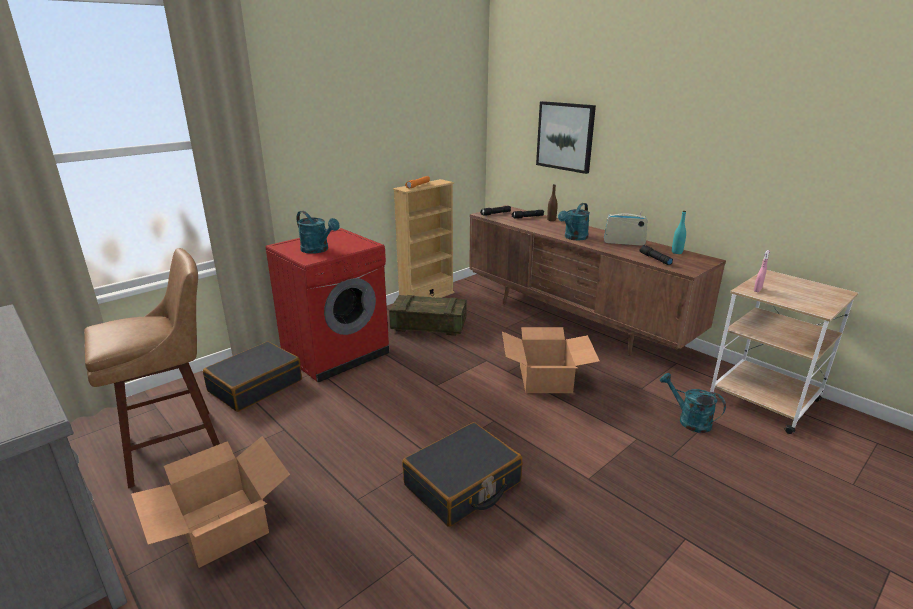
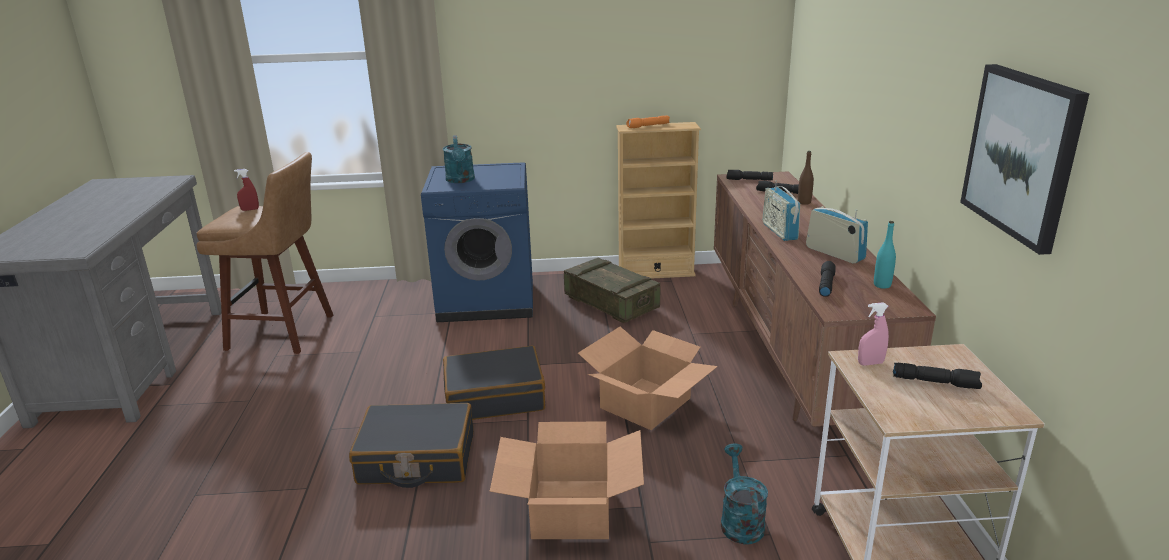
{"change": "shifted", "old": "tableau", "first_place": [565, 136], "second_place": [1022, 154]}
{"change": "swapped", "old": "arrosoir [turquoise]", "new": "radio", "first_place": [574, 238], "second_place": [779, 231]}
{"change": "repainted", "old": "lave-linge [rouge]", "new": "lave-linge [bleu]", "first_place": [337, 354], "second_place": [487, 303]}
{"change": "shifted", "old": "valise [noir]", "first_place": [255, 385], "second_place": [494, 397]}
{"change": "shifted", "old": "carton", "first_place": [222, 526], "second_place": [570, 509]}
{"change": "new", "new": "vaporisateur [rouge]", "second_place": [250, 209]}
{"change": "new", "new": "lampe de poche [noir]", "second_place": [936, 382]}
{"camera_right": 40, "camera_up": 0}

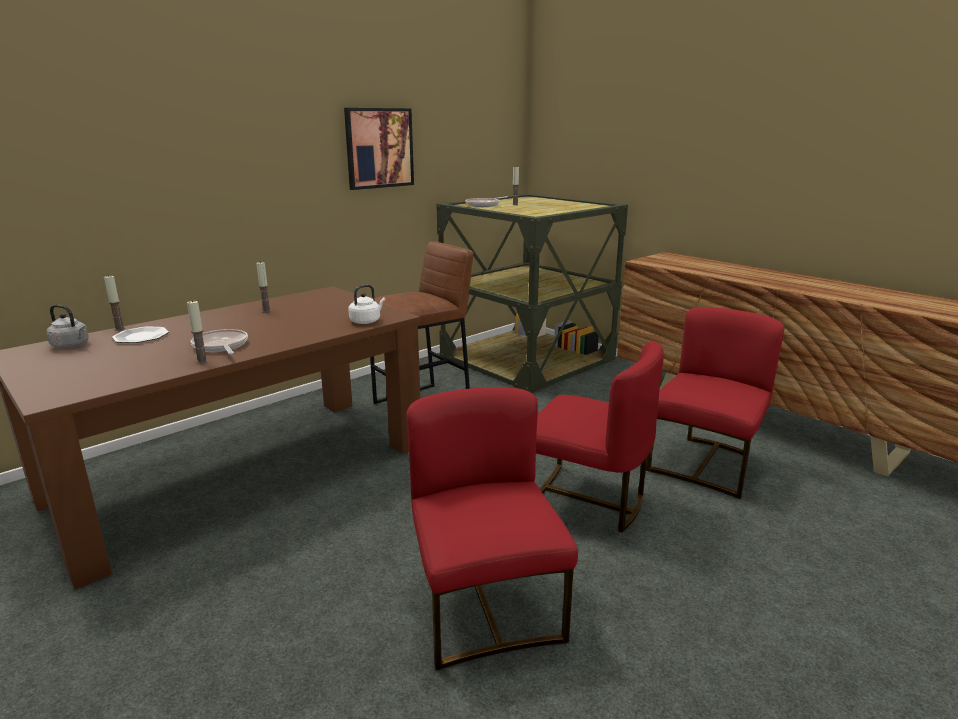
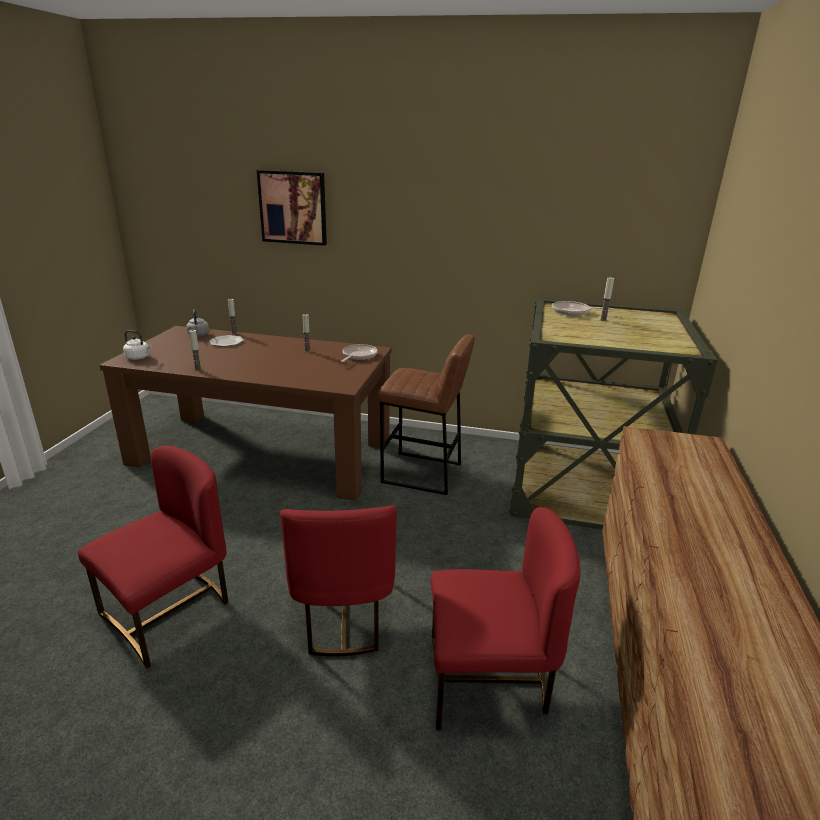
{"change": "shifted", "old": "tableau", "first_place": [379, 148], "second_place": [293, 207]}
{"change": "shifted", "old": "bouilloire [blanc]", "first_place": [366, 321], "second_place": [139, 357]}
{"change": "shifted", "old": "poêle", "first_place": [221, 346], "second_place": [358, 356]}
{"camera_right": 55, "camera_up": 5}

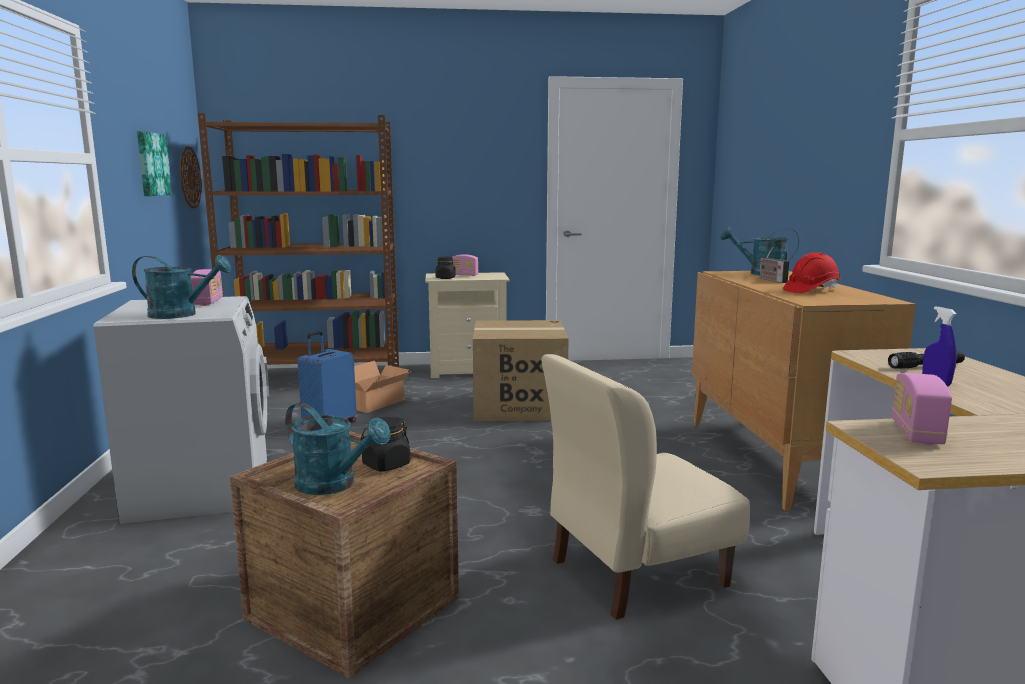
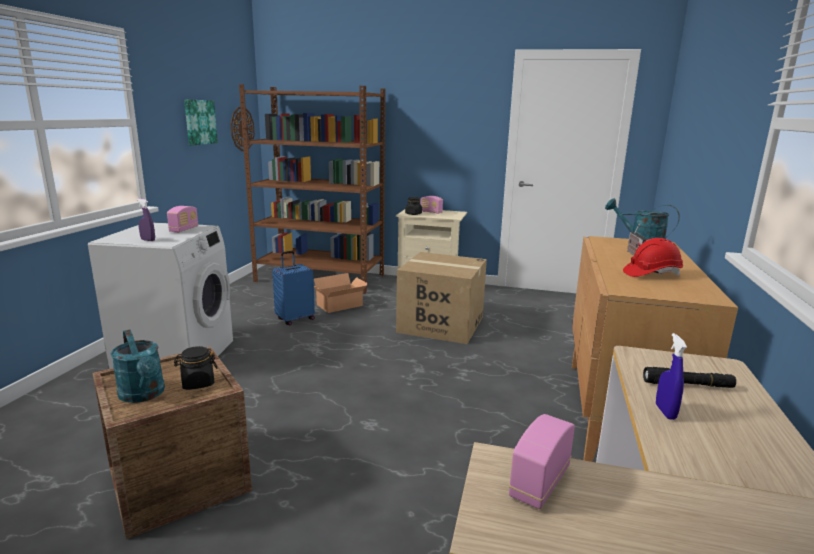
{"change": "swapped", "old": "arrosoir [turquoise]", "new": "vaporisateur [violet]", "first_place": [181, 315], "second_place": [148, 240]}
{"change": "gone", "old": "chaise [beige]", "first_place": [636, 572]}
{"camera_right": 20, "camera_up": 5}

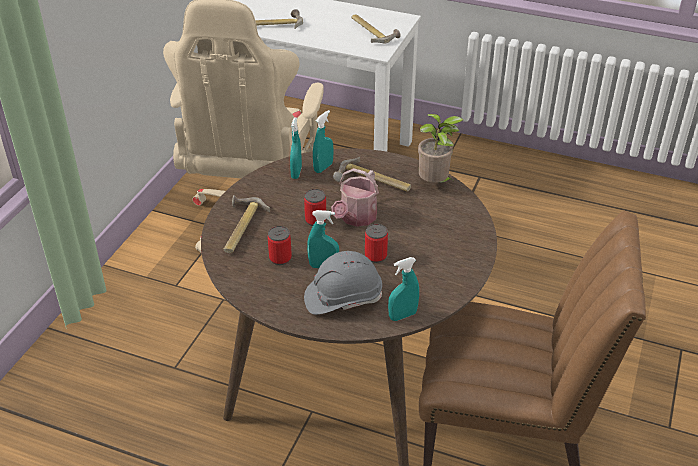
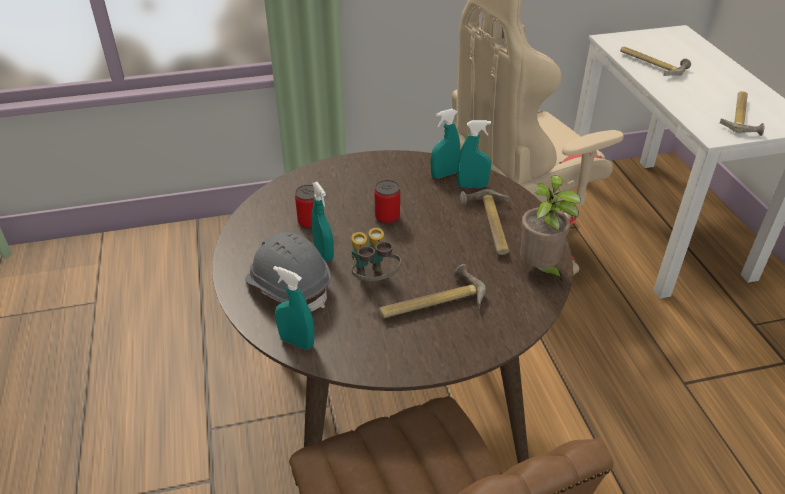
{"change": "gone", "old": "arrosoir", "first_place": [356, 218]}
{"change": "shifted", "old": "marteau", "first_place": [239, 228], "second_place": [431, 301]}
{"change": "swapped", "old": "boîte métallique", "new": "jumelles", "first_place": [375, 256], "second_place": [373, 280]}
{"camera_right": 55, "camera_up": 0}

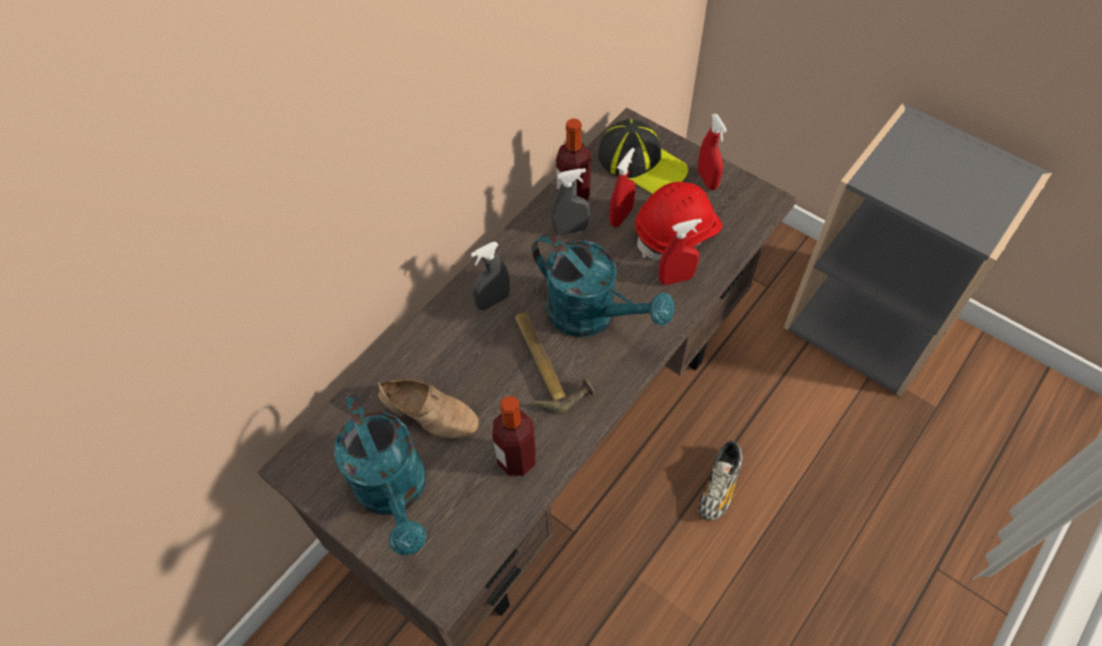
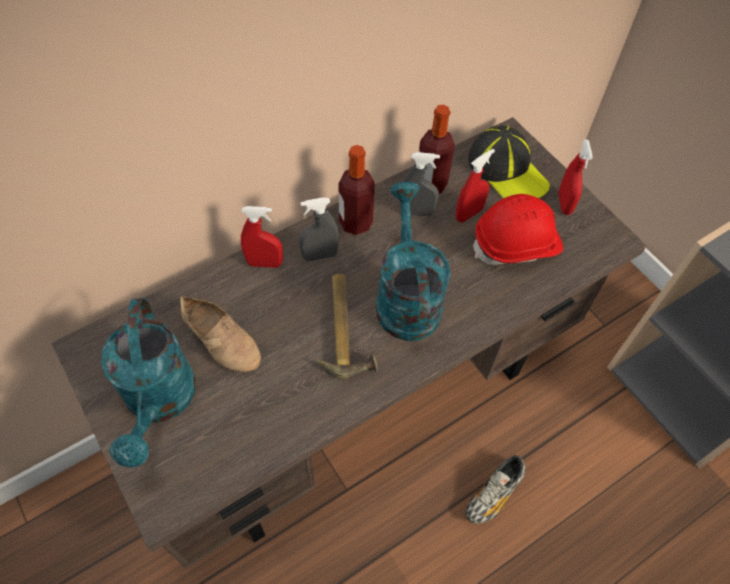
{"change": "shifted", "old": "vaporisateur [rouge]", "first_place": [676, 278], "second_place": [264, 263]}
{"change": "rotated", "old": "arrosoir [turquoise]", "first_place": [593, 315], "second_place": [406, 297], "degrees": -150}
{"change": "shifted", "old": "bouteille", "first_place": [517, 459], "second_place": [355, 223]}
{"camera_right": 15, "camera_up": 0}

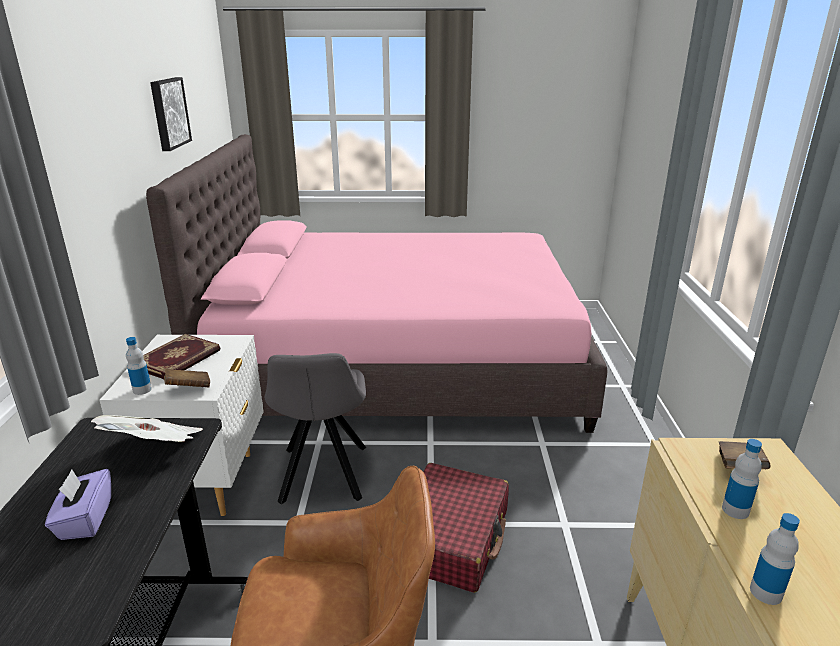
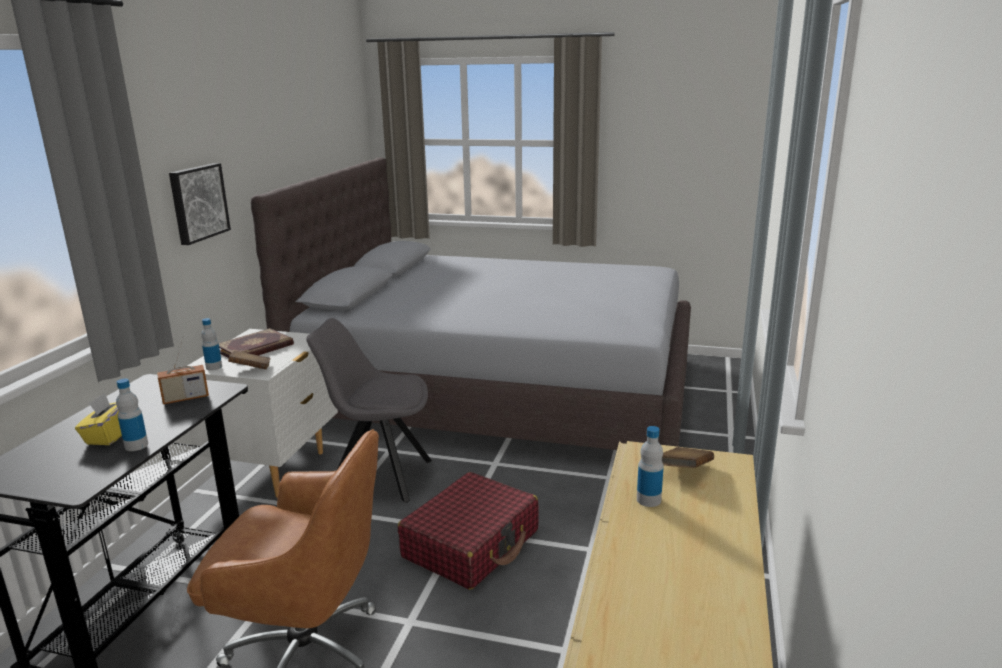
{"change": "shifted", "old": "tableau", "first_place": [168, 113], "second_place": [197, 202]}
{"change": "repainted", "old": "lit [rose]", "new": "lit [gris]", "first_place": [397, 363], "second_place": [499, 391]}
{"change": "rotated", "old": "chaise [gris]", "first_place": [323, 474], "second_place": [380, 476], "degrees": 90}
{"change": "swapped", "old": "journal", "new": "radio", "first_place": [155, 448], "second_place": [185, 398]}
{"change": "repainted", "old": "boîte à mouchoirs [violet]", "new": "boîte à mouchoirs [jaune]", "first_place": [85, 520], "second_place": [110, 435]}
{"change": "shifted", "old": "bouteille", "first_place": [765, 592], "second_place": [136, 445]}
{"camera_right": 15, "camera_up": -5}

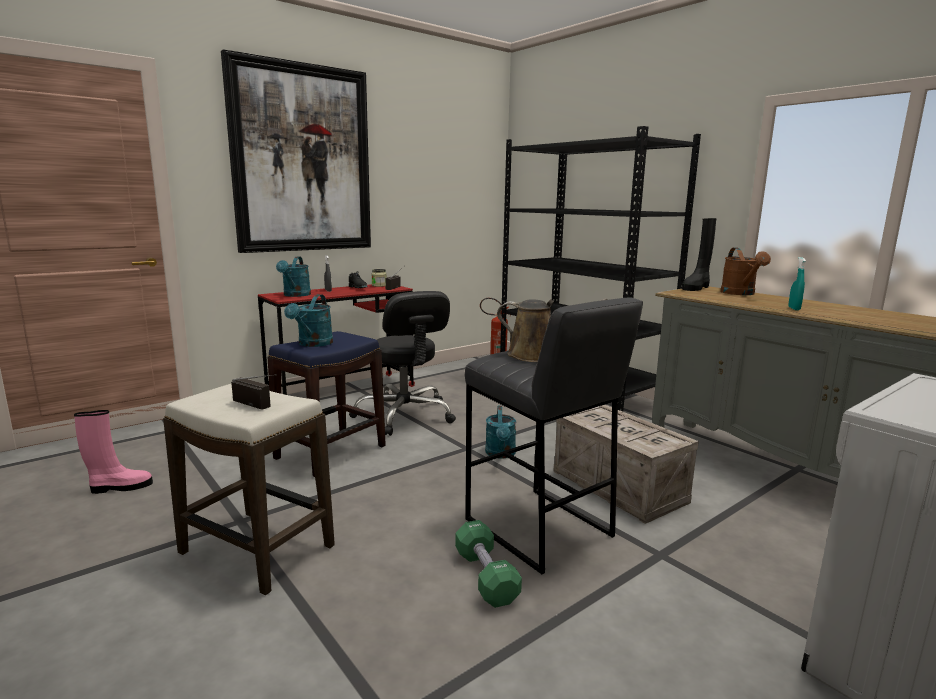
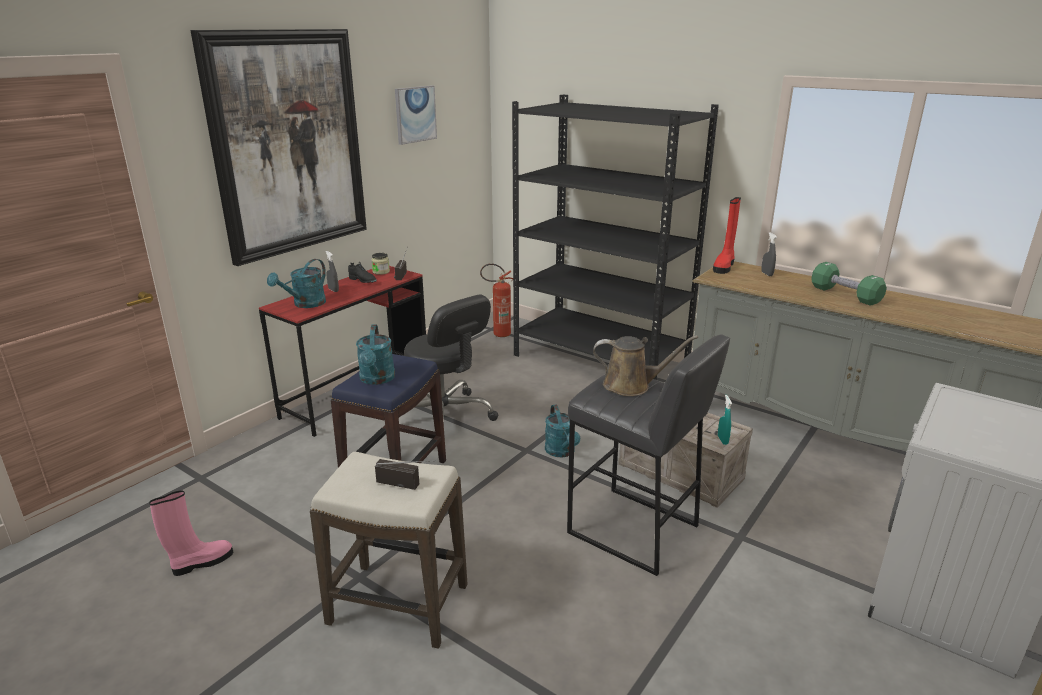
{"change": "repainted", "old": "botte [noir]", "new": "botte [rouge]", "first_place": [696, 288], "second_place": [724, 266]}
{"change": "swapped", "old": "arrosoir [marron]", "new": "vaporisateur [gris]", "first_place": [740, 293], "second_place": [766, 274]}
{"change": "rotated", "old": "arrosoir [turquoise]", "first_place": [295, 295], "second_place": [305, 304], "degrees": 45}
{"change": "shifted", "old": "vaporisateur [turquoise]", "first_place": [794, 308], "second_place": [722, 440]}
{"change": "shifted", "old": "haltère [vert]", "first_place": [486, 577], "second_place": [845, 295]}
{"change": "new", "new": "tableau", "second_place": [415, 114]}
{"camera_right": -15, "camera_up": 10}

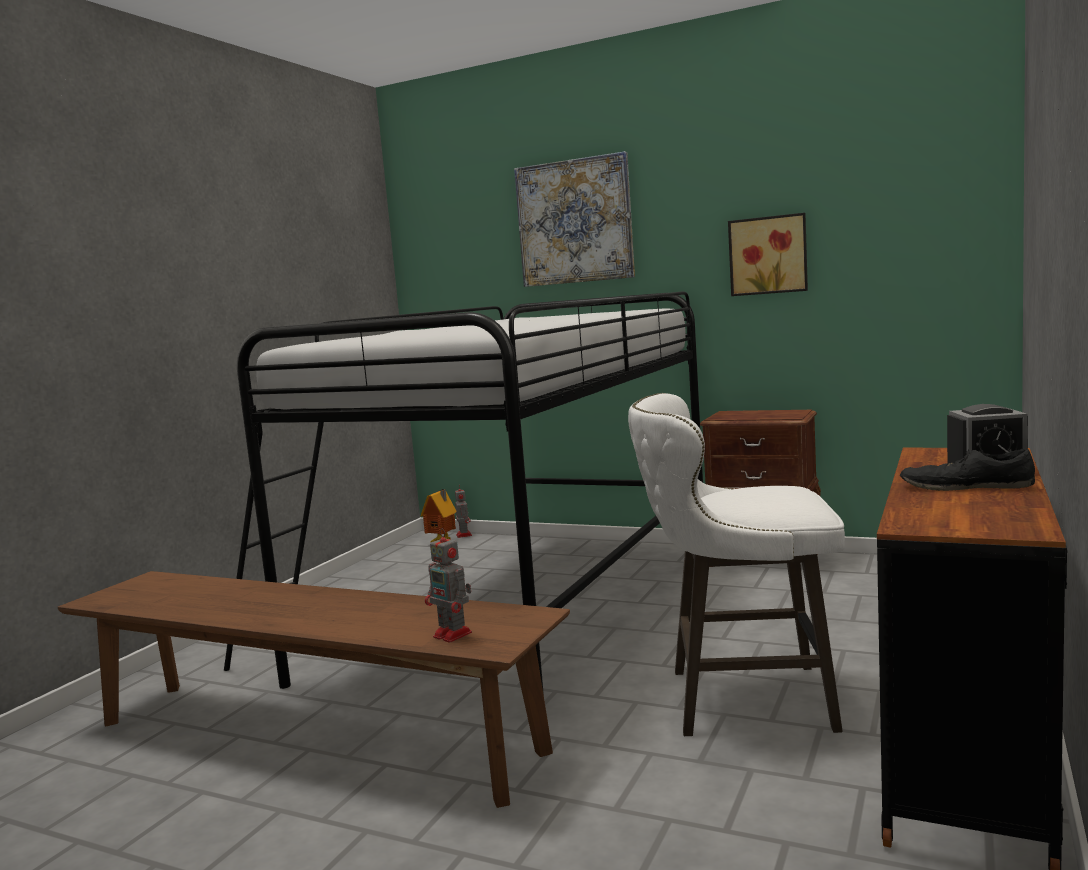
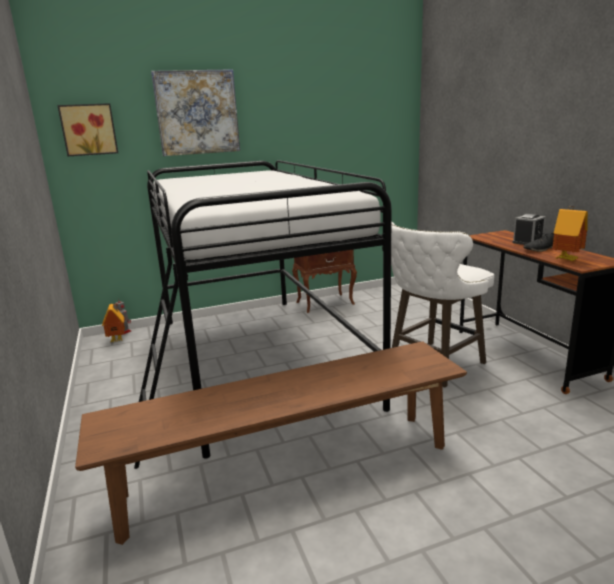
{"change": "shifted", "old": "tableau", "first_place": [768, 255], "second_place": [89, 129]}
{"change": "gone", "old": "robot jouet", "first_place": [454, 635]}
{"change": "new", "new": "maison miniature", "second_place": [567, 259]}
{"camera_right": -45, "camera_up": 10}

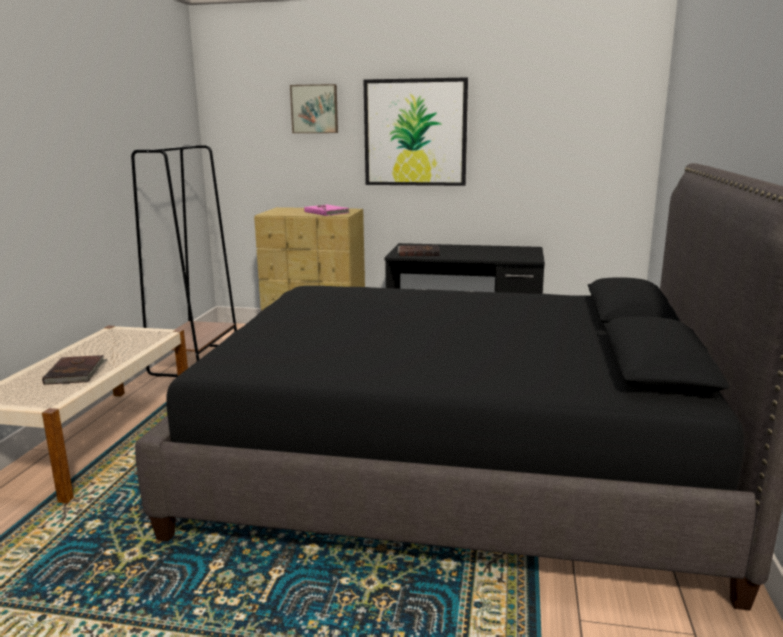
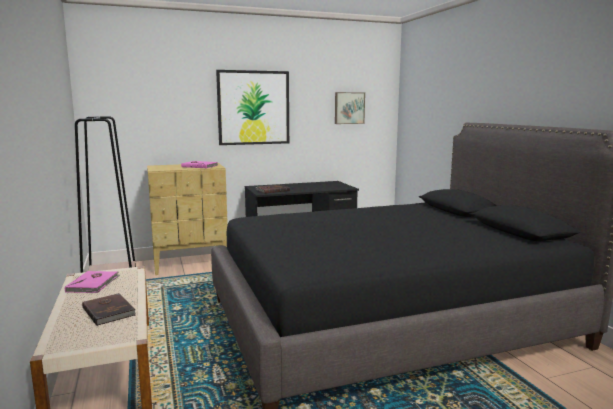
{"change": "shifted", "old": "tableau", "first_place": [315, 109], "second_place": [349, 108]}
{"change": "new", "new": "livre [rose]", "second_place": [93, 284]}
{"camera_right": -30, "camera_up": -5}

